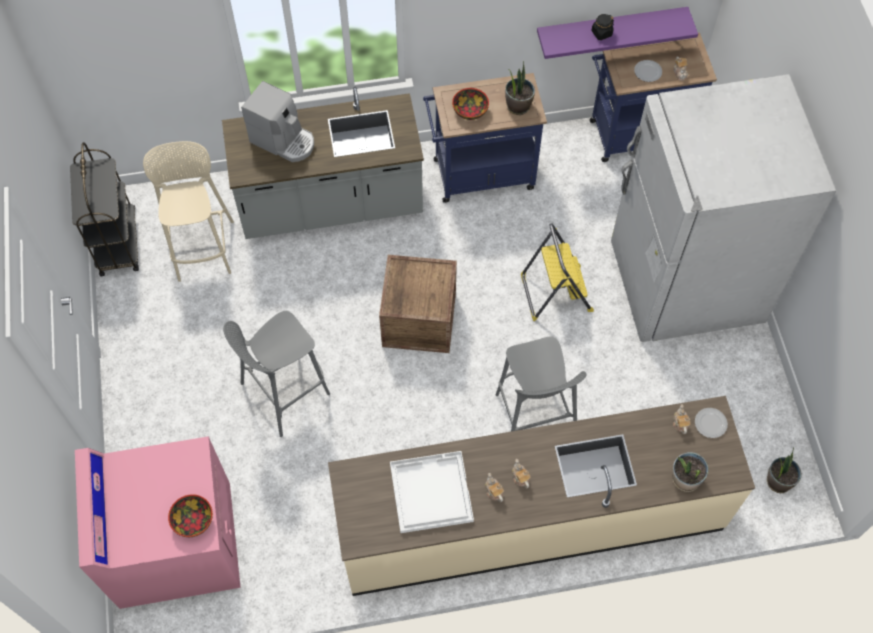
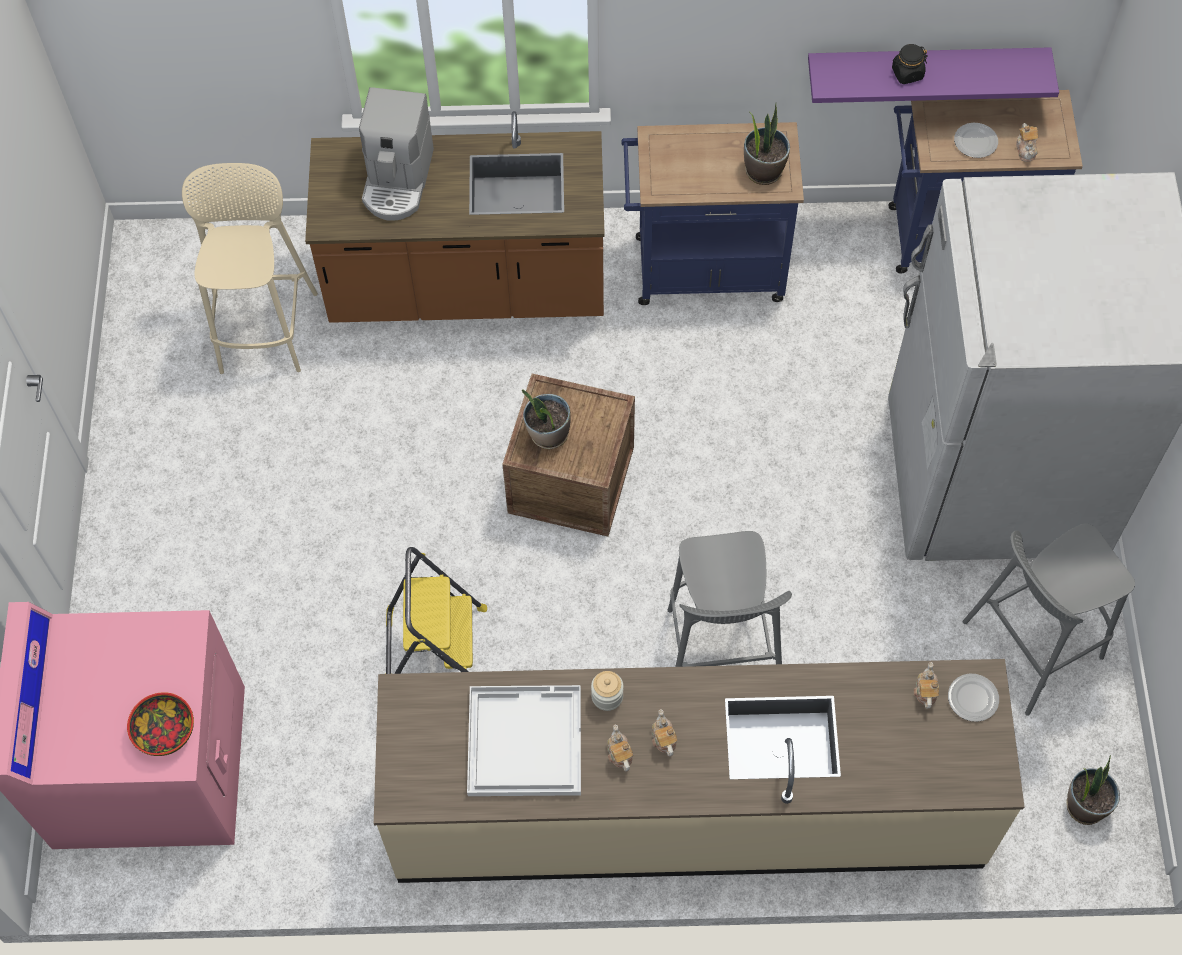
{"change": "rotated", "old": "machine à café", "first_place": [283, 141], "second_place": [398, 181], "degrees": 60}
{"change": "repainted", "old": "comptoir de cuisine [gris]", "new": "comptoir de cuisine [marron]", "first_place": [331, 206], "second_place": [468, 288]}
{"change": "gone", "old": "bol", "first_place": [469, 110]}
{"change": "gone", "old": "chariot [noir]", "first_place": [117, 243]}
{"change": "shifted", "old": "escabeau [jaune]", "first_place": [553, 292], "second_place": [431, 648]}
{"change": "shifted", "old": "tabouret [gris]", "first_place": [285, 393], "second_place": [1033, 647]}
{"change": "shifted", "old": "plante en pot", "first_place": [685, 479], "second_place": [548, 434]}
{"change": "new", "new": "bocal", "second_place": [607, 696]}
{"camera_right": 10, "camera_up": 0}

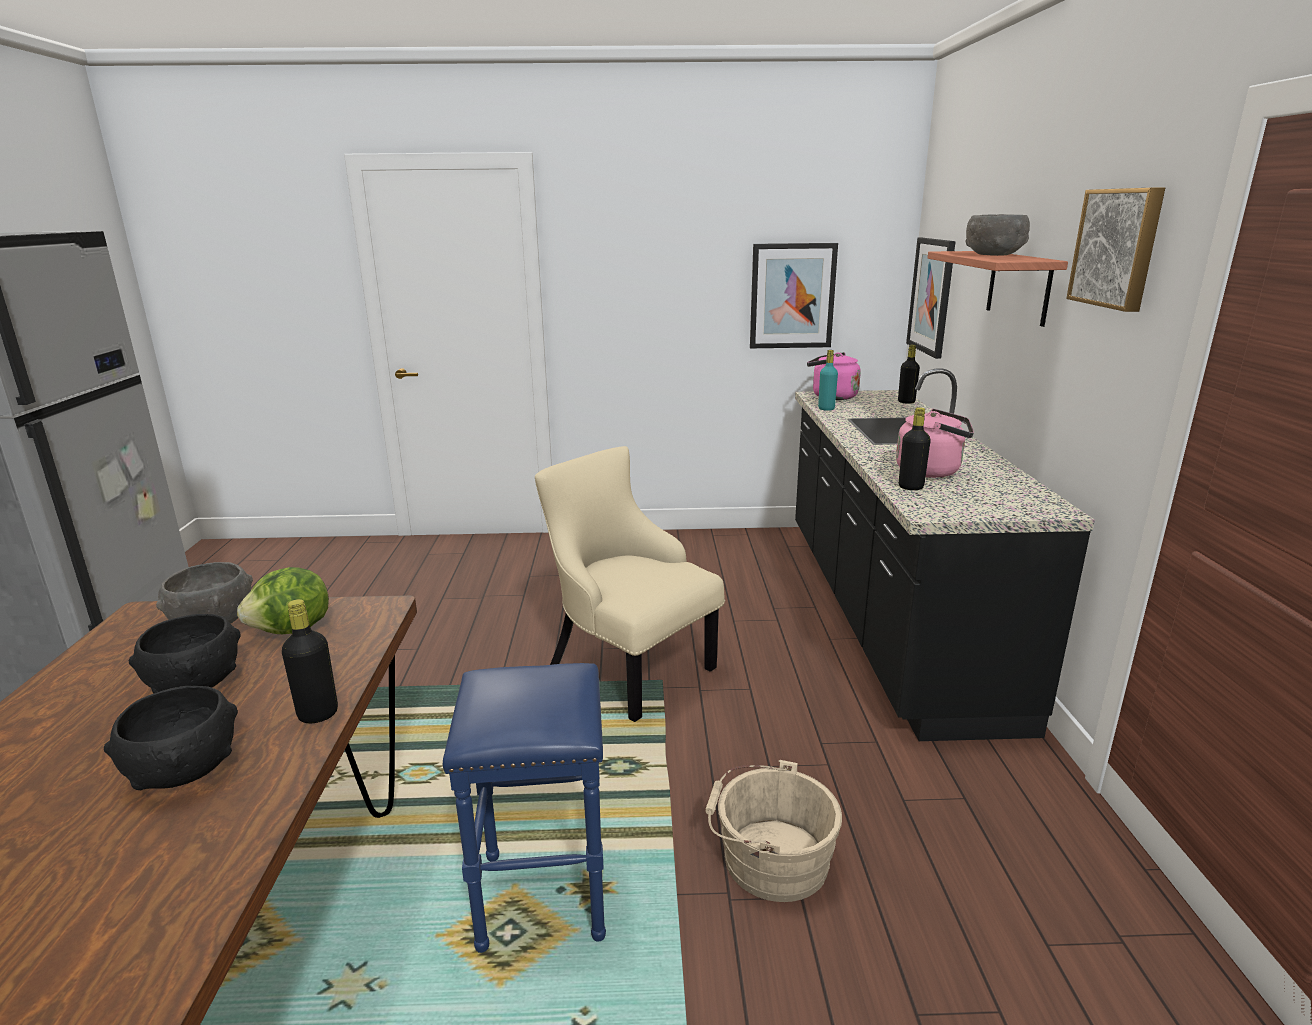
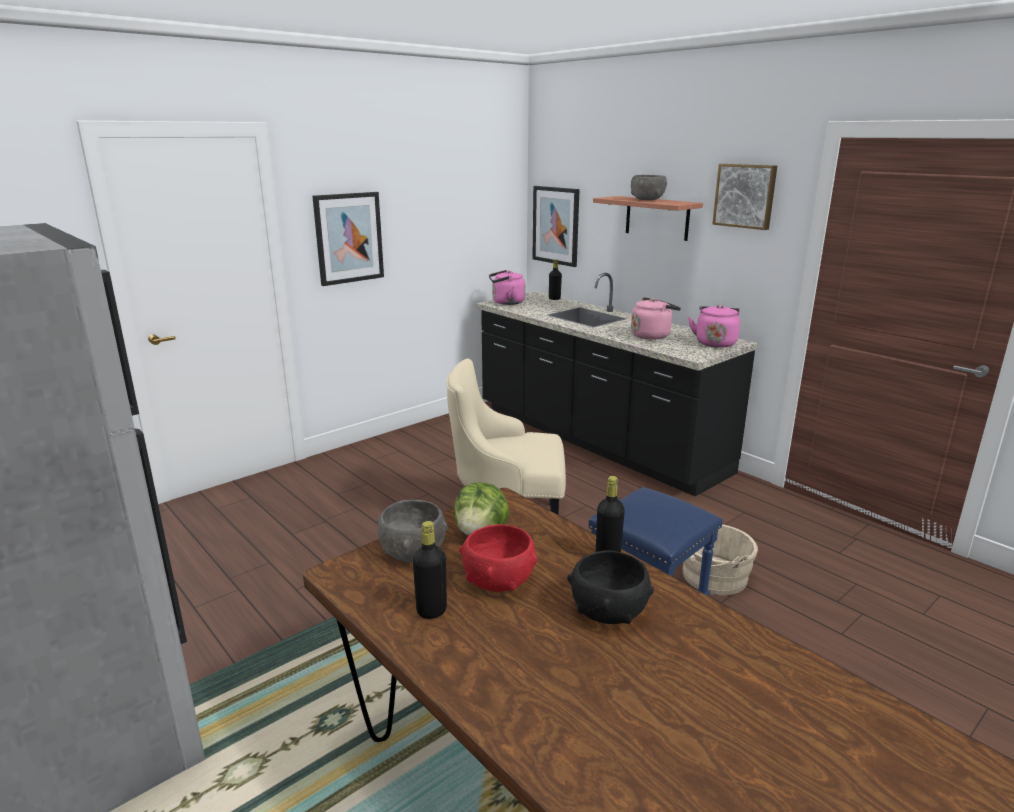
{"change": "shifted", "old": "tableau", "first_place": [792, 296], "second_place": [349, 238]}
{"change": "gone", "old": "bouteille [turquoise]", "first_place": [826, 409]}
{"change": "shifted", "old": "bouteille [noir]", "first_place": [911, 487], "second_place": [431, 611]}
{"change": "repainted", "old": "bol [noir]", "new": "bol [rouge]", "first_place": [196, 683], "second_place": [499, 581]}
{"change": "new", "new": "bouilloire [rose]", "second_place": [715, 343]}
{"camera_right": -40, "camera_up": 0}

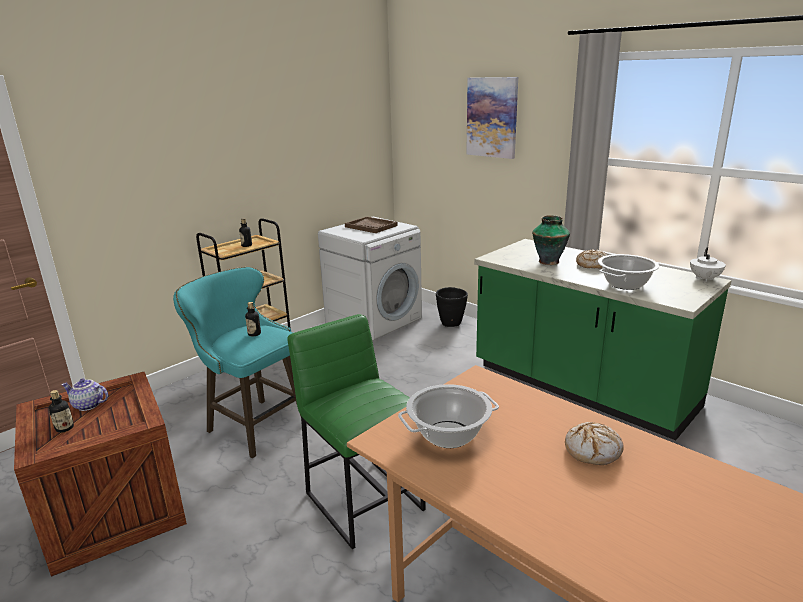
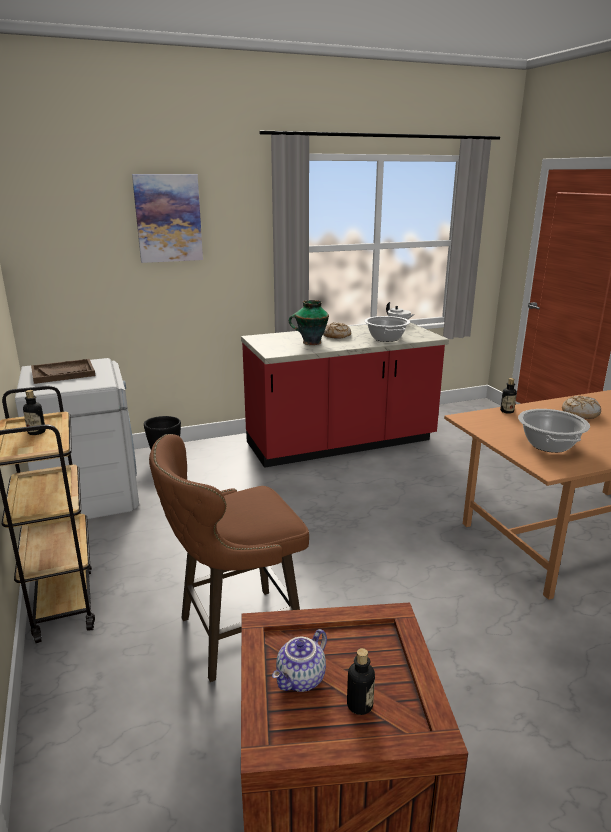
{"change": "repainted", "old": "comptoir de cuisine [vert]", "new": "comptoir de cuisine [rouge]", "first_place": [581, 387], "second_place": [341, 443]}
{"change": "repainted", "old": "tabouret [turquoise]", "new": "tabouret [marron]", "first_place": [254, 425], "second_place": [234, 634]}
{"change": "shifted", "old": "bouteille", "first_place": [254, 334], "second_place": [507, 411]}
{"change": "gone", "old": "chaise [vert]", "first_place": [363, 500]}
{"camera_right": -65, "camera_up": 0}

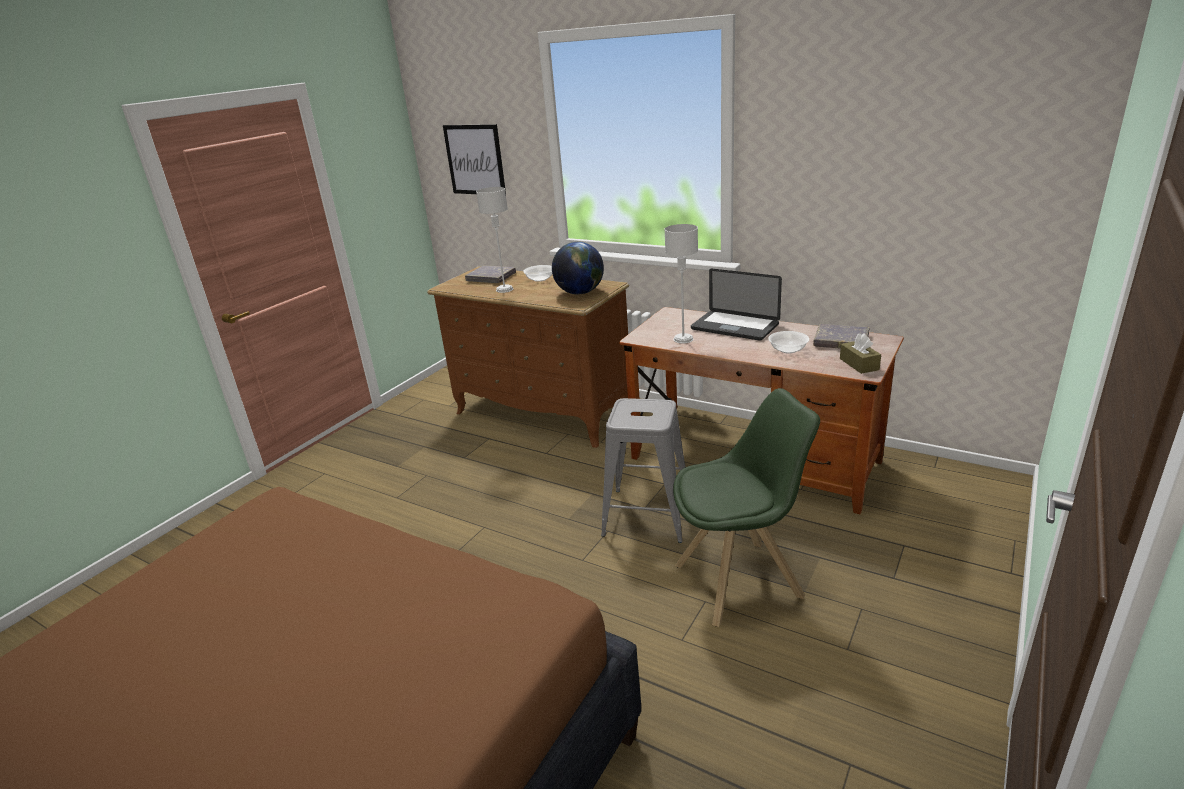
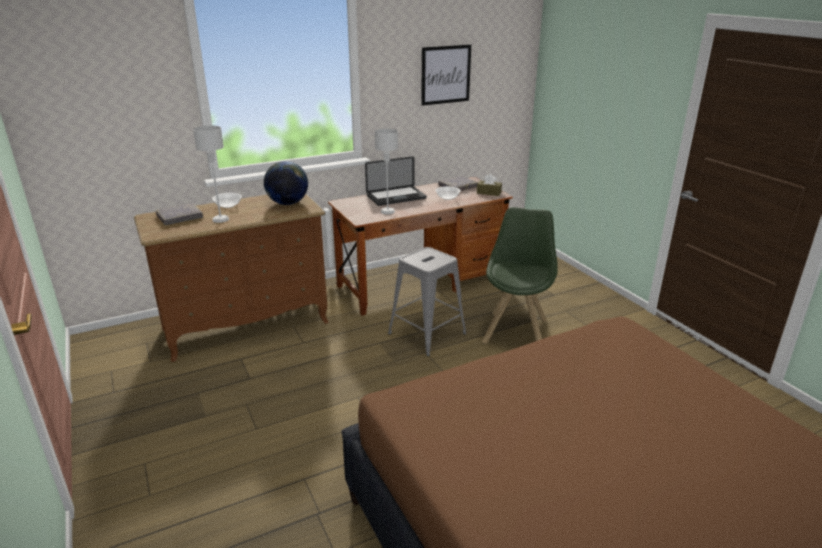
{"change": "shifted", "old": "tableau", "first_place": [475, 160], "second_place": [445, 74]}
{"camera_right": -60, "camera_up": 0}

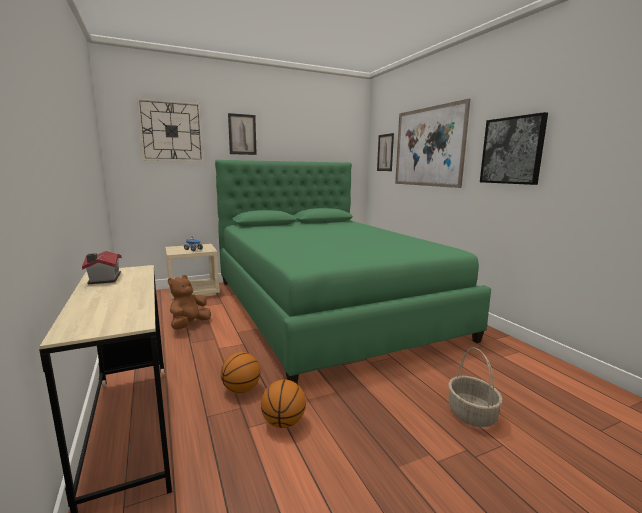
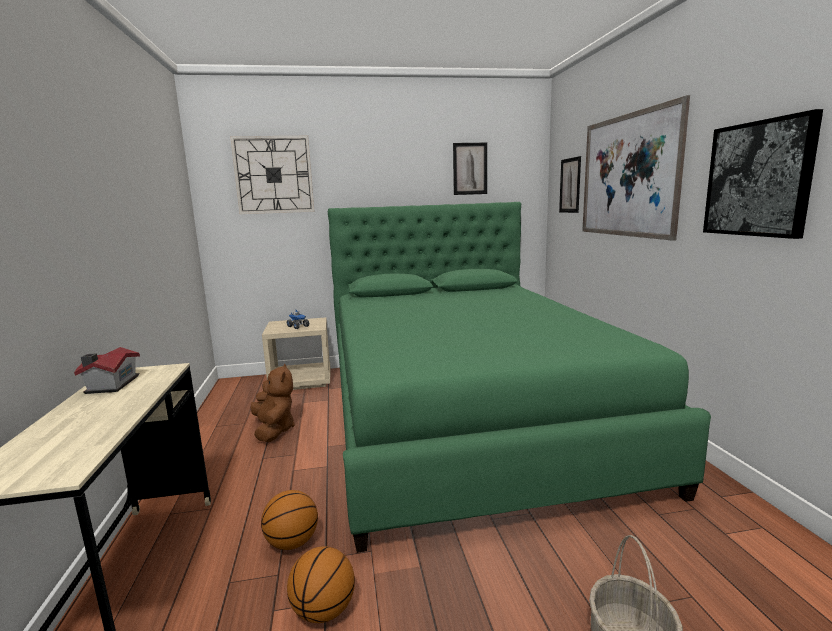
{"change": "shifted", "old": "tableau", "first_place": [242, 134], "second_place": [470, 169]}
{"change": "rotated", "old": "peluche [marron]", "first_place": [189, 325], "second_place": [274, 430], "degrees": 120}
{"camera_right": 15, "camera_up": 0}

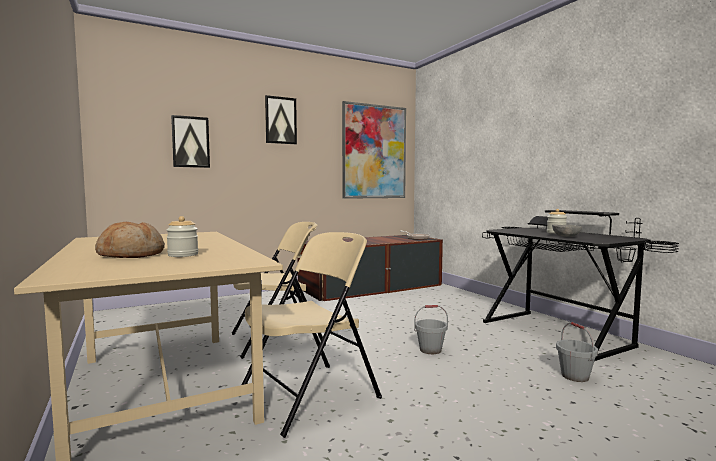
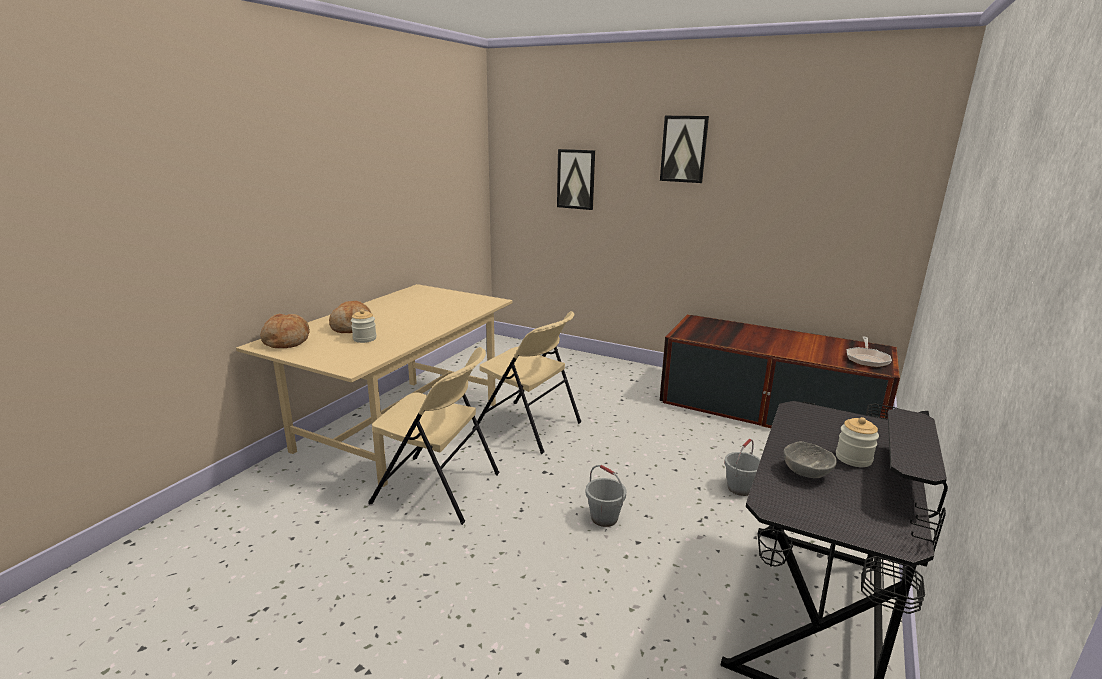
{"change": "gone", "old": "tableau", "first_place": [374, 152]}
{"change": "shifted", "old": "seau [gris]", "first_place": [575, 376], "second_place": [740, 488]}
{"change": "new", "new": "pain", "second_place": [286, 341]}
{"camera_right": 55, "camera_up": 15}

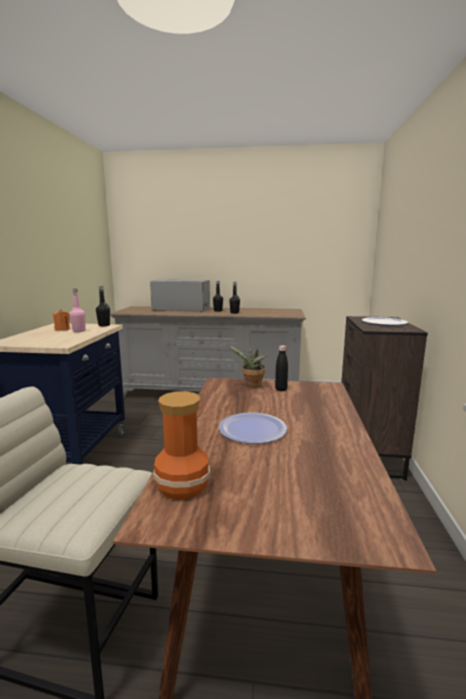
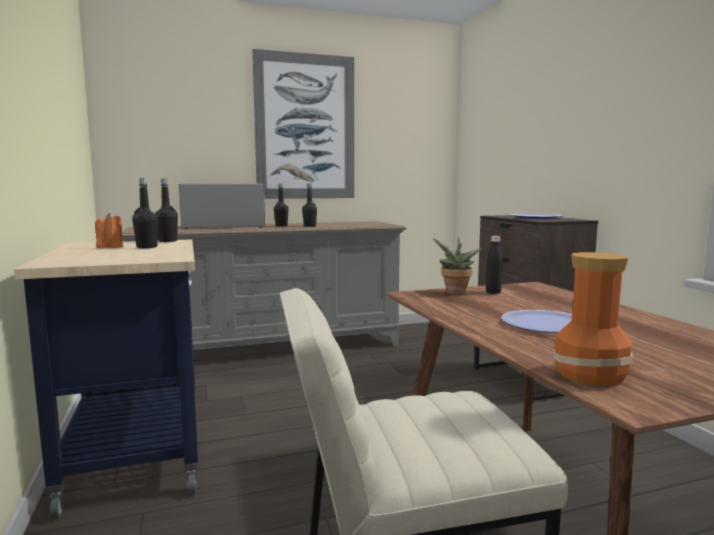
{"change": "repainted", "old": "bouteille [rose]", "new": "bouteille [noir]", "first_place": [79, 331], "second_place": [147, 247]}
{"change": "new", "new": "tableau", "second_place": [305, 127]}
{"camera_right": -25, "camera_up": -5}

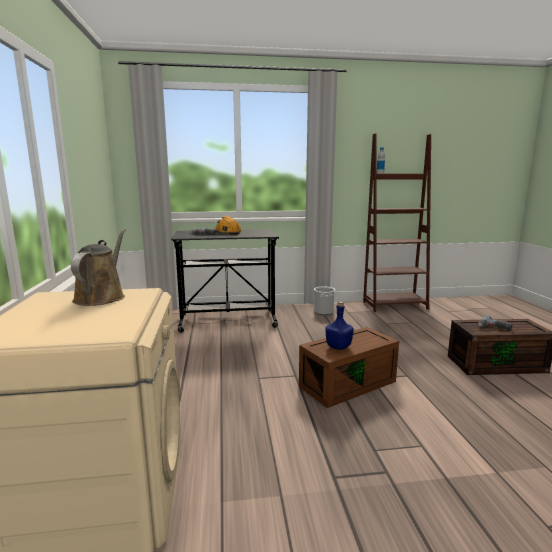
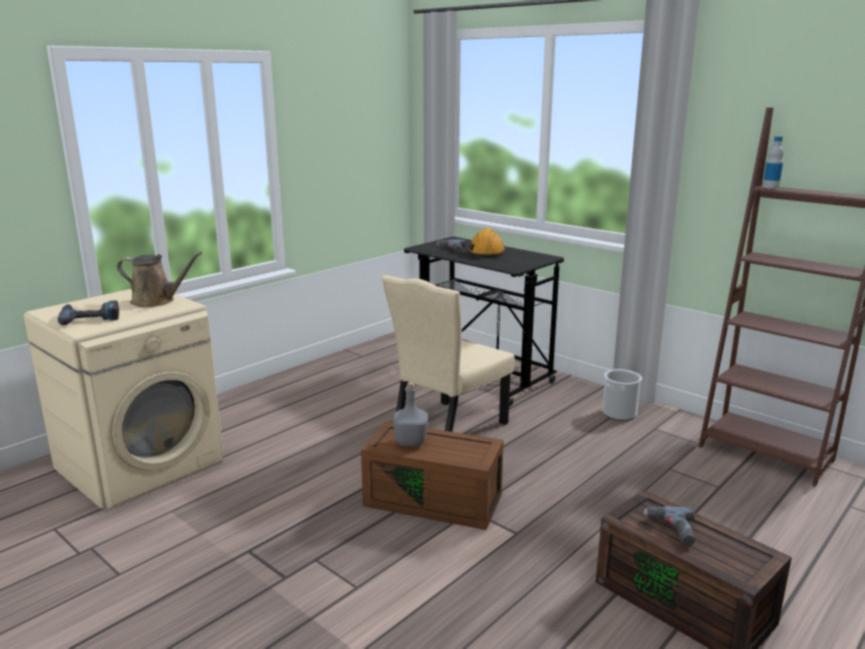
{"change": "rotated", "old": "arrosoir [marron]", "first_place": [102, 297], "second_place": [157, 301], "degrees": 45}
{"change": "repainted", "old": "bouteille [bleu]", "new": "bouteille [gris]", "first_place": [339, 347], "second_place": [411, 442]}
{"change": "new", "new": "chaise [beige]", "second_place": [448, 428]}
{"change": "new", "new": "perceuse", "second_place": [90, 317]}
{"camera_right": 50, "camera_up": 5}

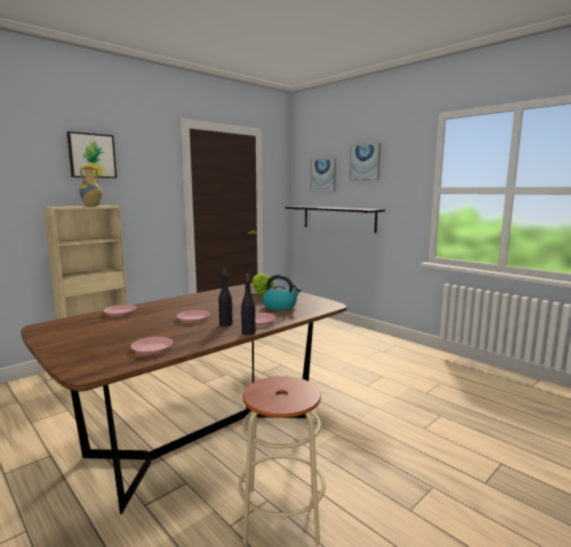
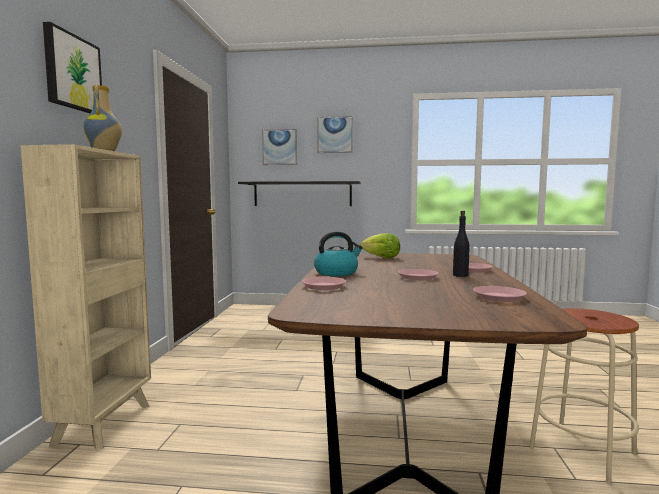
{"change": "gone", "old": "bouteille [noir]", "first_place": [248, 332]}
{"change": "shifted", "old": "bouilloire", "first_place": [280, 306], "second_place": [337, 273]}
{"camera_right": -40, "camera_up": -5}

